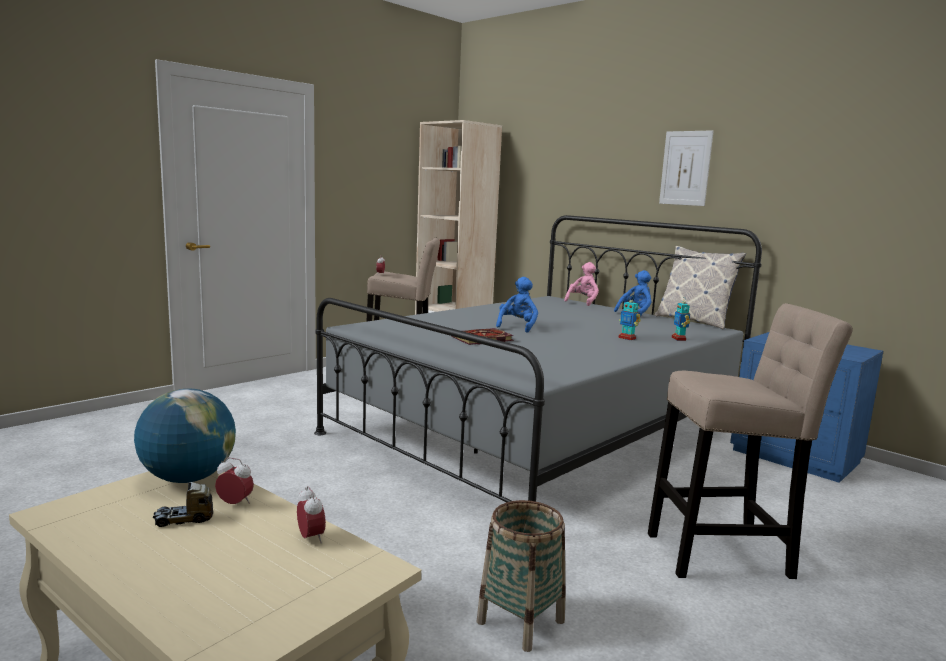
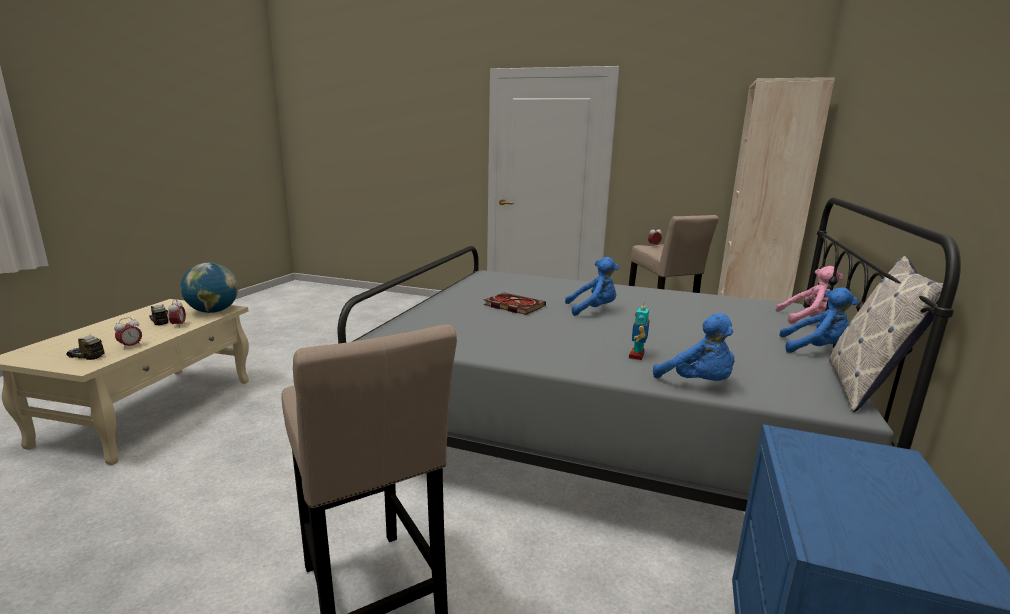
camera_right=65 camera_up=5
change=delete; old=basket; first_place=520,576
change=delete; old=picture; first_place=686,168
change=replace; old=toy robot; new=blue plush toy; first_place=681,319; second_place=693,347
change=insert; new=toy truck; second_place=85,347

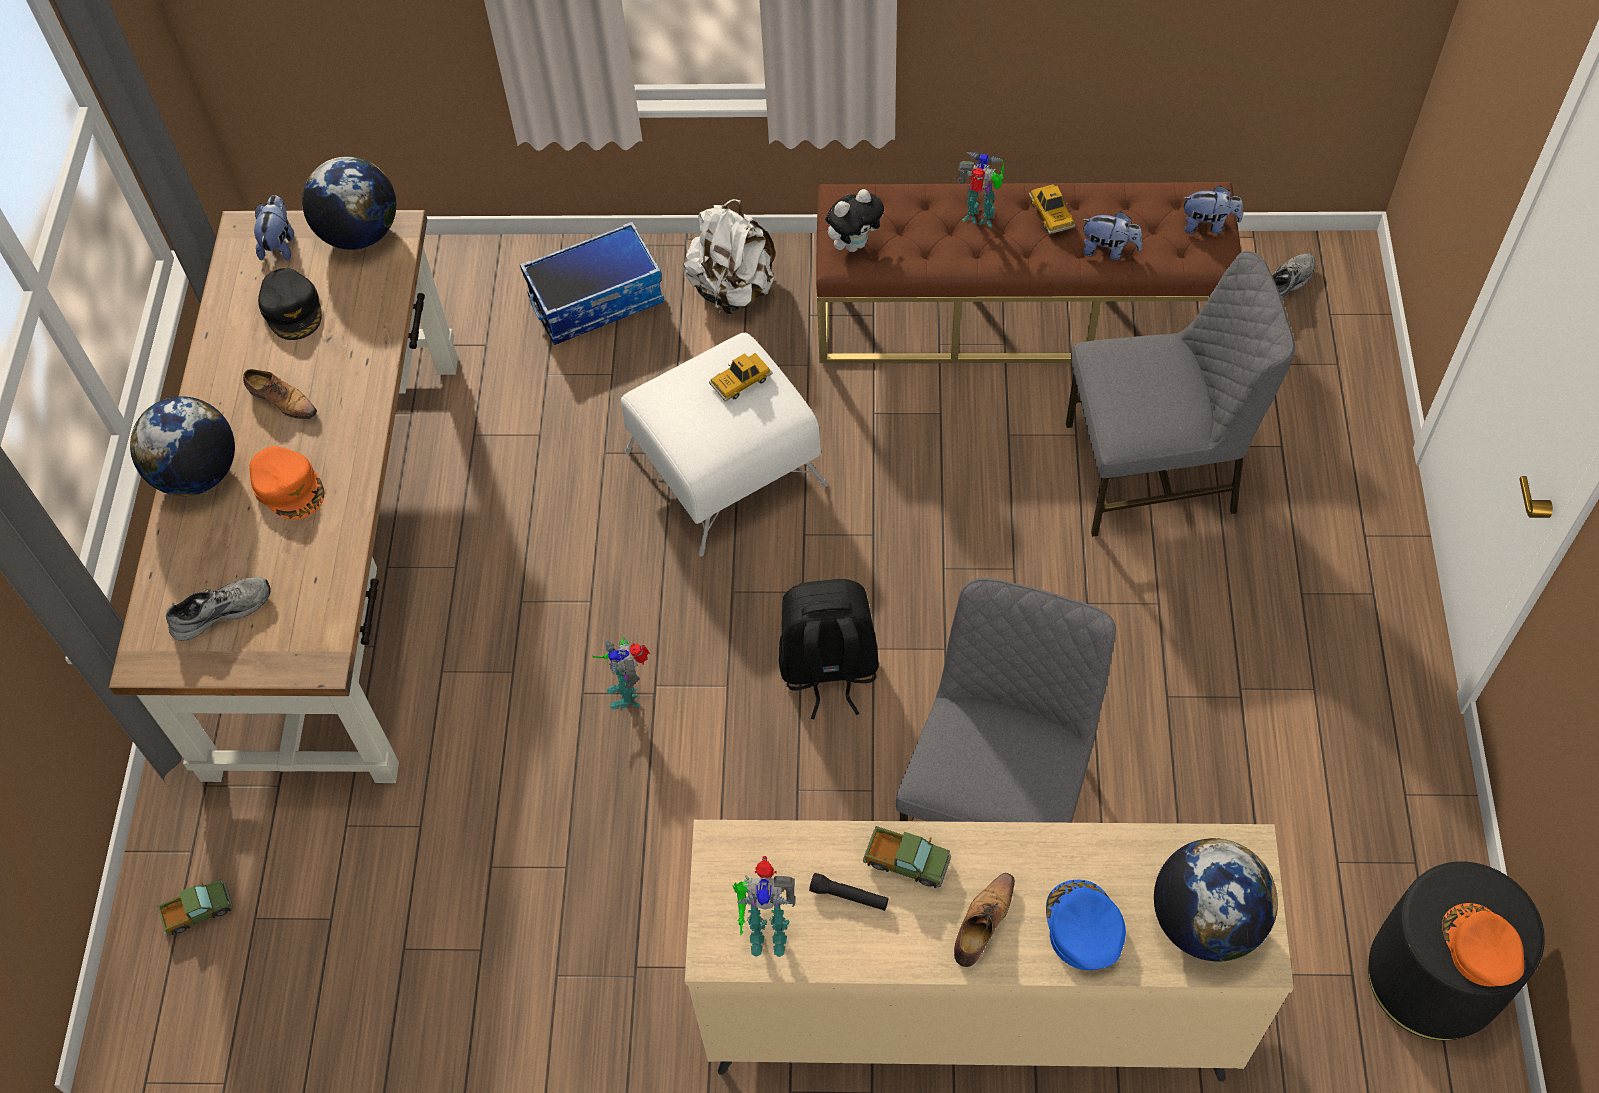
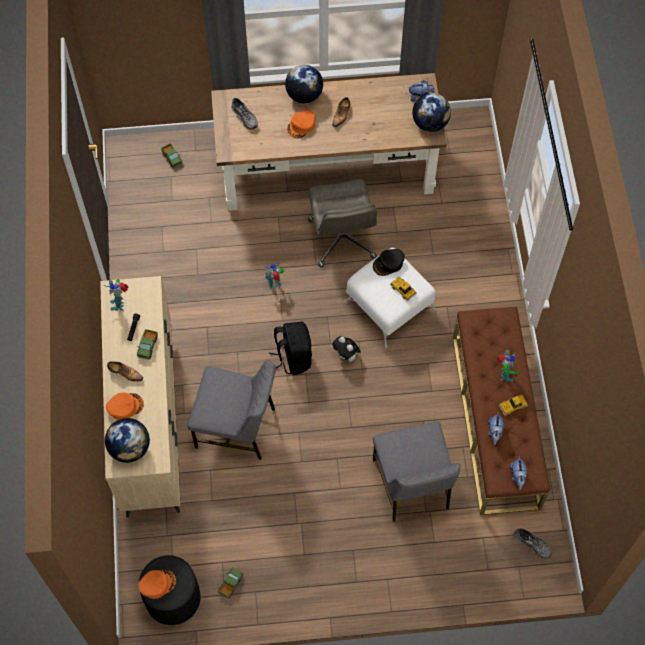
camera_right=80 camera_up=5
change=move; old=black cap; first_place=290,304; second_place=389,262
change=delete; old=storage box; first_place=592,283
change=delete; old=white backpack; first_place=729,256
change=move; old=plush toy; first_place=854,220; second_place=346,349
change=recolor; old=blue cap; new=orange cap; first_place=1086,925; second_place=125,406
change=insert; new=toy truck; second_place=231,583
change=insert; new=grey office chair; second_place=342,223

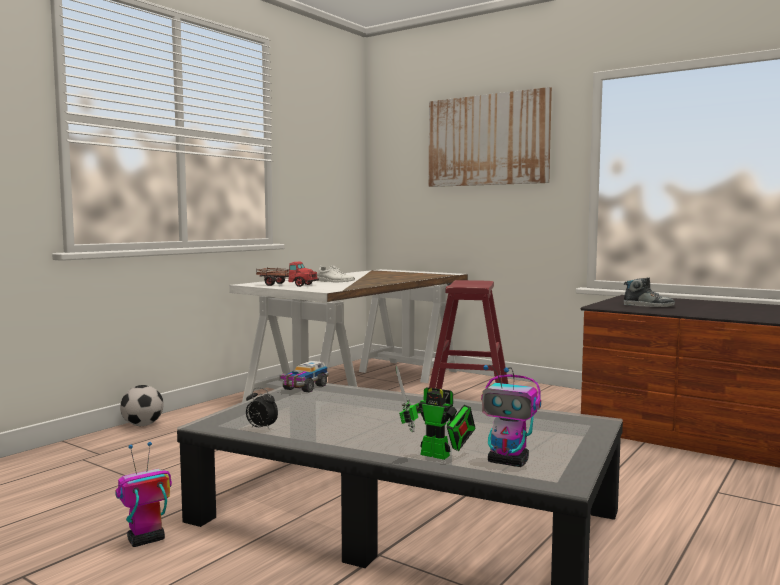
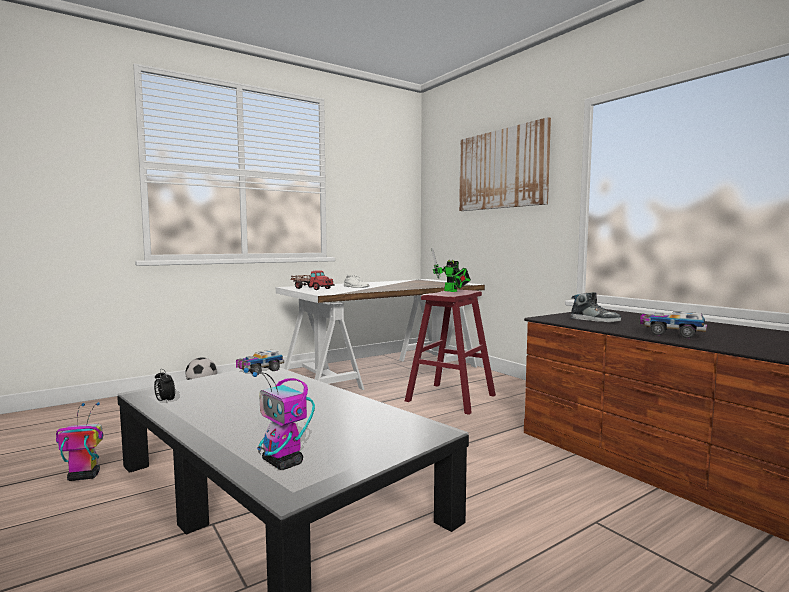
camera_right=20 camera_up=0
change=move; old=toy robot; first_place=435,413; second_place=451,270
change=insert; new=toy truck; second_place=673,324

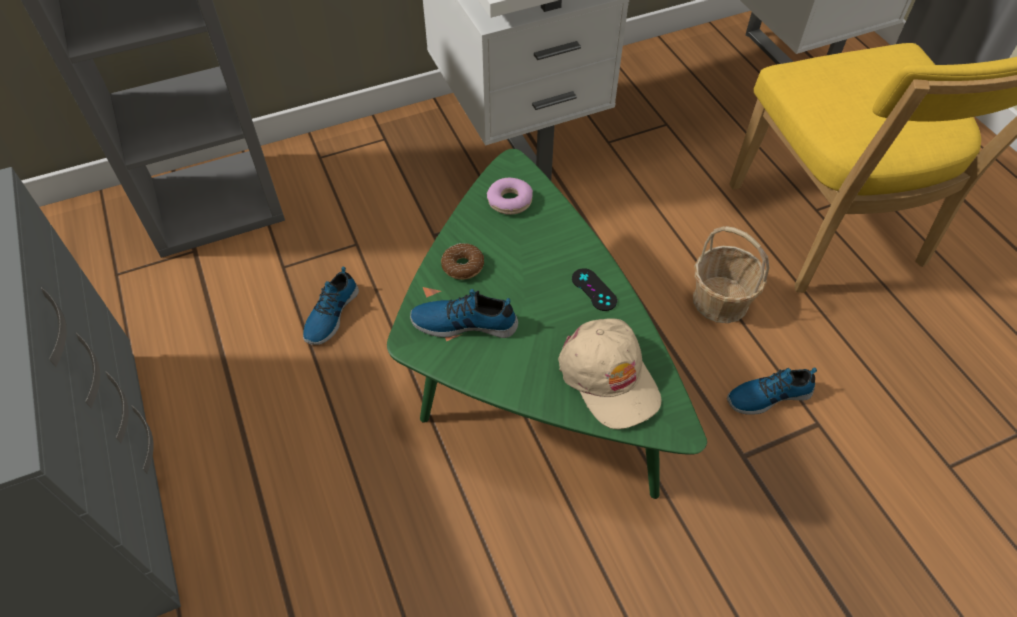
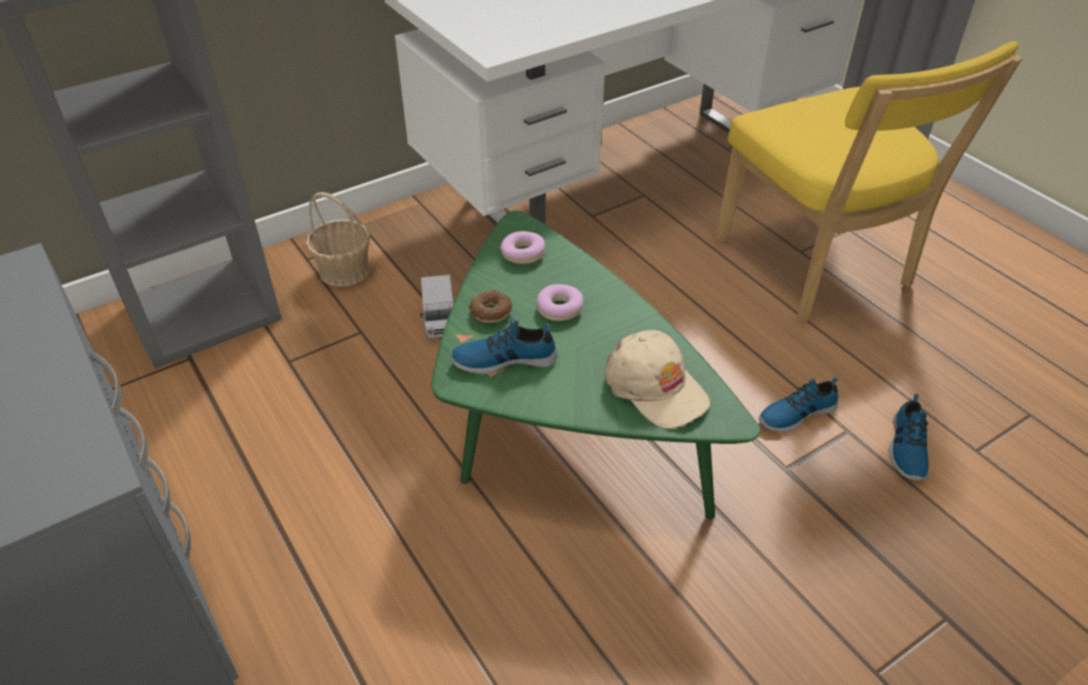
camera_right=-10 camera_up=-10
change=move; old=shoe; first_place=331,306; second_place=909,437
change=delete; old=black game controller; first_place=594,289
change=move; old=basket; first_place=731,274; second_place=338,239
change=insert; new=toy truck; second_place=437,306
change=insert; new=donut; second_place=559,302

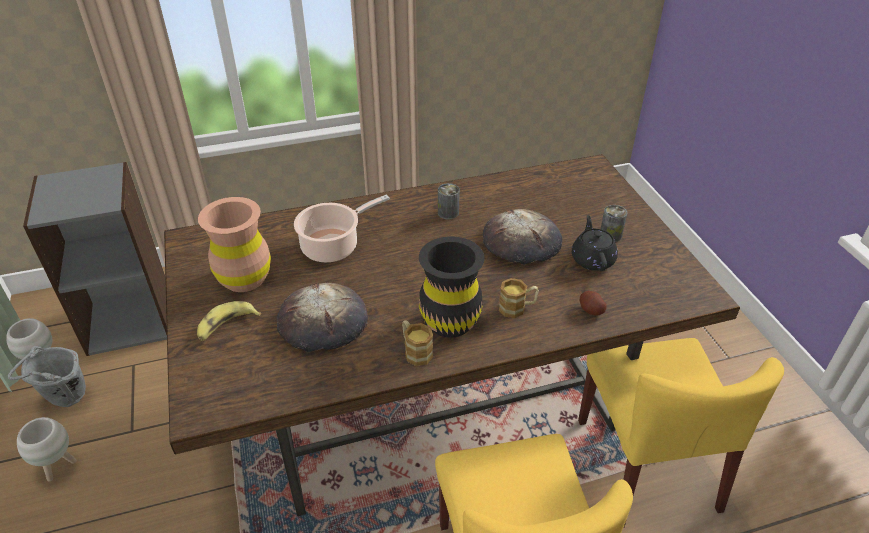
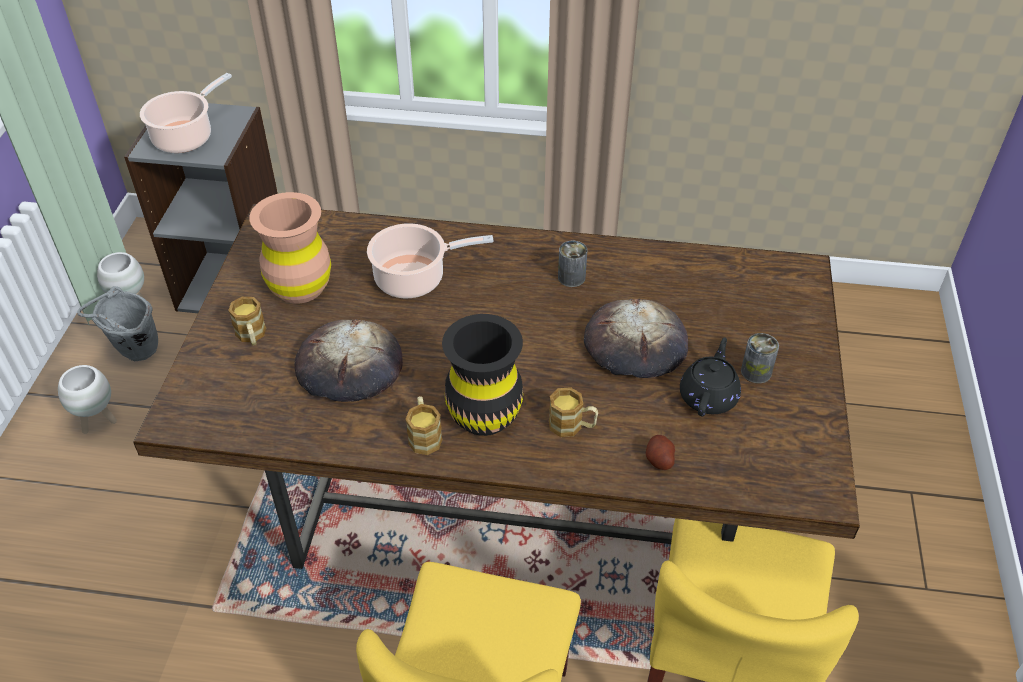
camera_right=25 camera_up=5
change=replace; old=banana; new=mug; first_place=229,321; second_place=247,321
change=insert; new=cooking pot; second_place=186,113

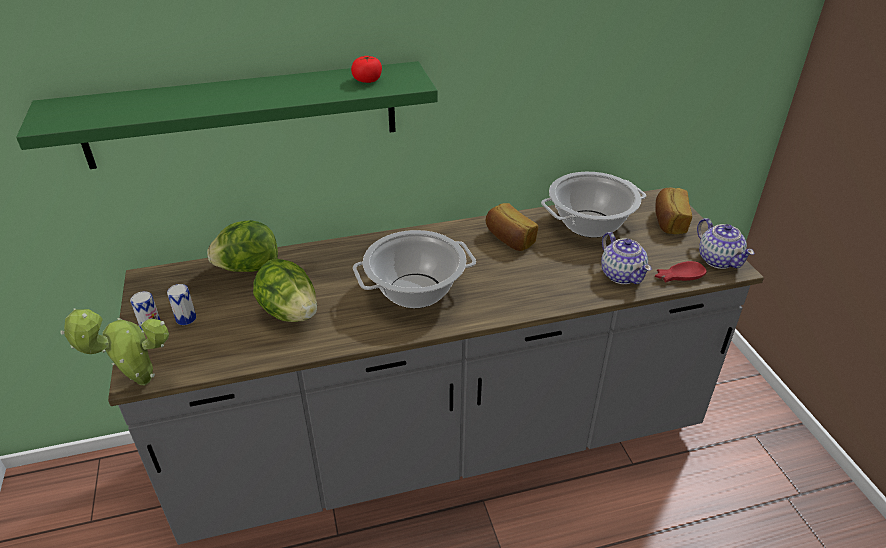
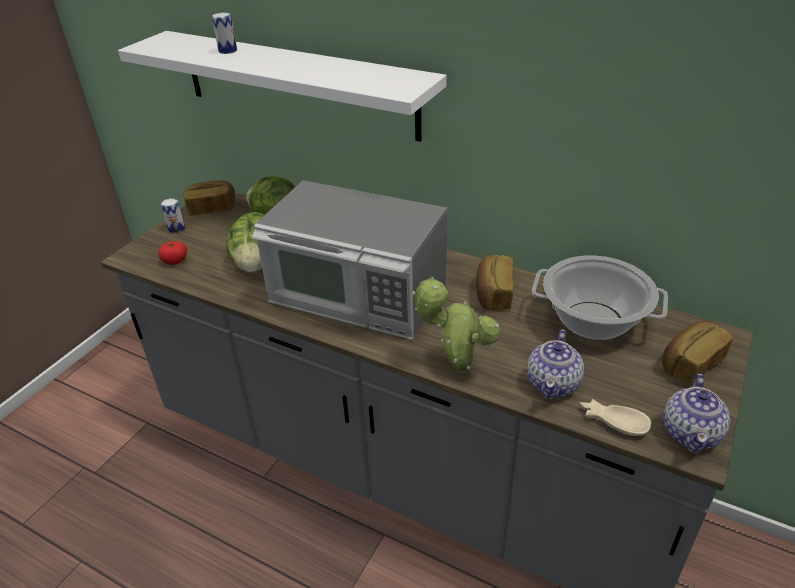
camera_right=45 camera_up=0
change=recolor; old=green shelf; new=white shelf; first_place=227,115; second_place=282,86
change=move; old=potted plant; first_place=115,347; second_place=455,325
change=move; old=can; first_place=181,304; second_place=224,33
change=move; old=tomato; first_place=366,69; second_place=172,253
change=replace; old=cooking pot; new=microwave; first_place=414,269; second_place=349,260
change=recolor; old=red bowl; new=beige bowl; first_place=681,271; second_place=615,417
change=insert; new=bread; second_place=209,198

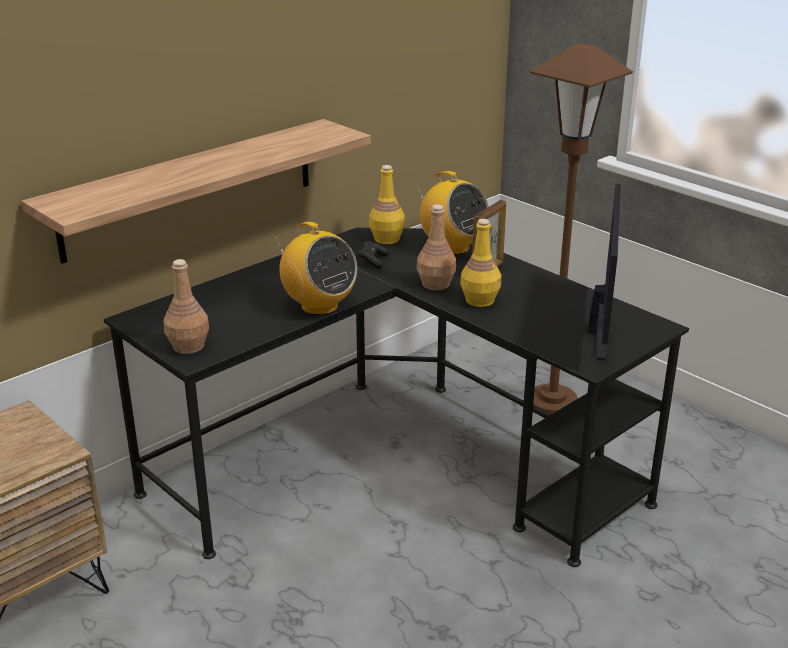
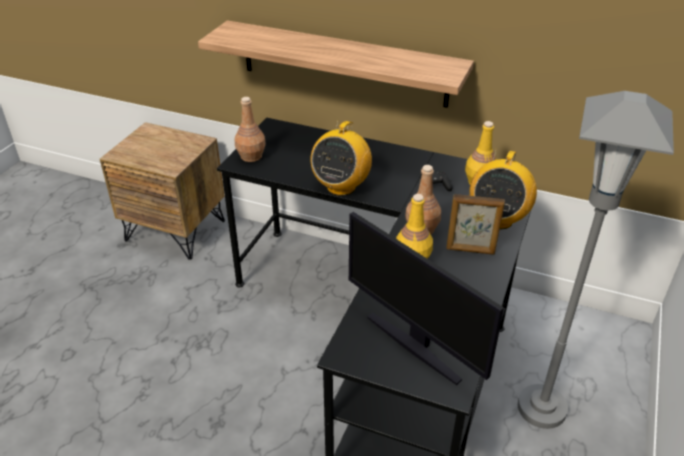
camera_right=65 camera_up=10
change=recolor; old=brown floor lamp; new=grey floor lamp; first_place=581,229; second_place=596,260
change=rotate; old=monitor; first_place=604,272; second_place=426,298; degrees=60

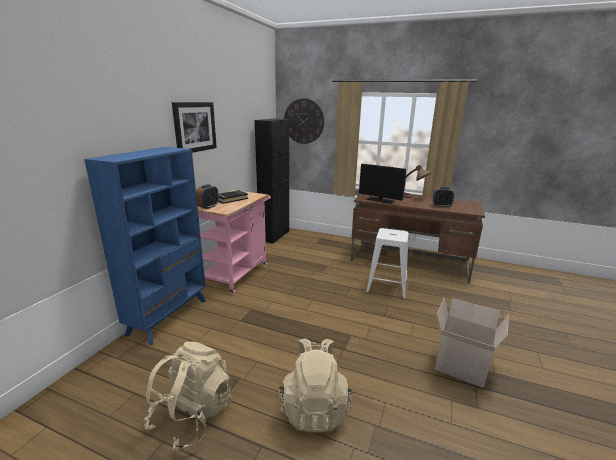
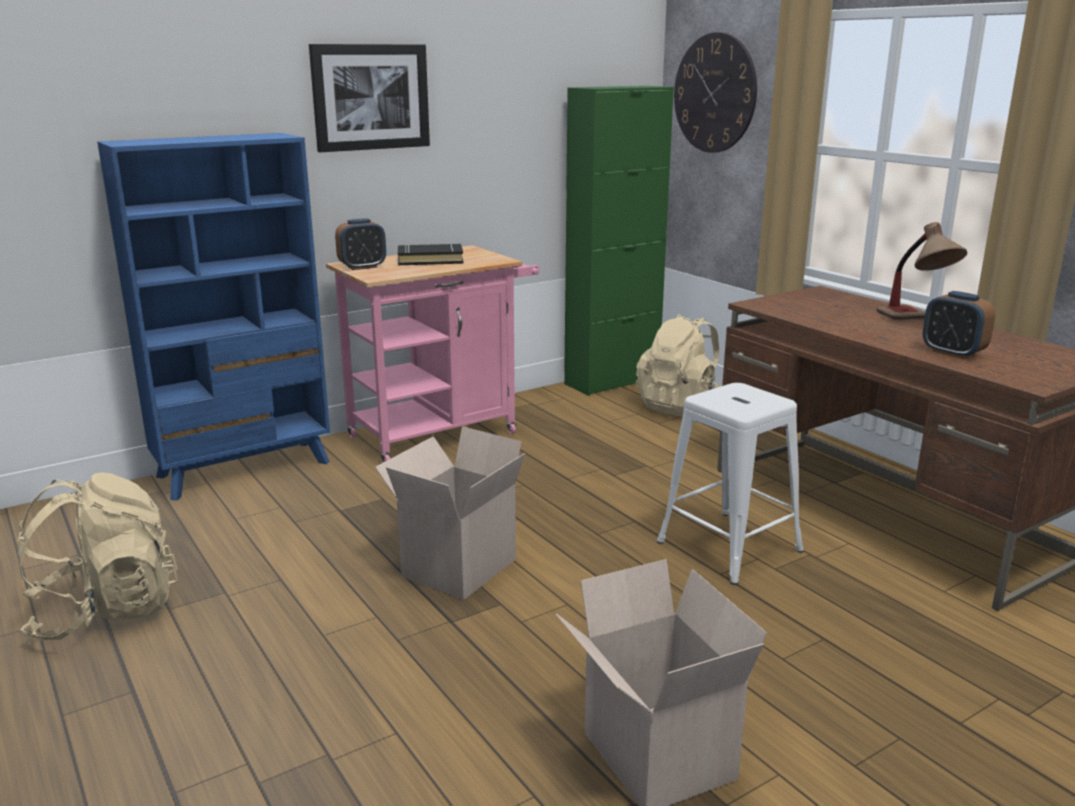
camera_right=35 camera_up=0
change=recolor; old=black cabinet; new=green cabinet; first_place=272,181; second_place=619,241
change=move; old=beige backpack; first_place=315,385; second_place=678,365
change=delete; old=monitor; first_place=382,184
change=insert; new=cardboard box; second_place=450,513

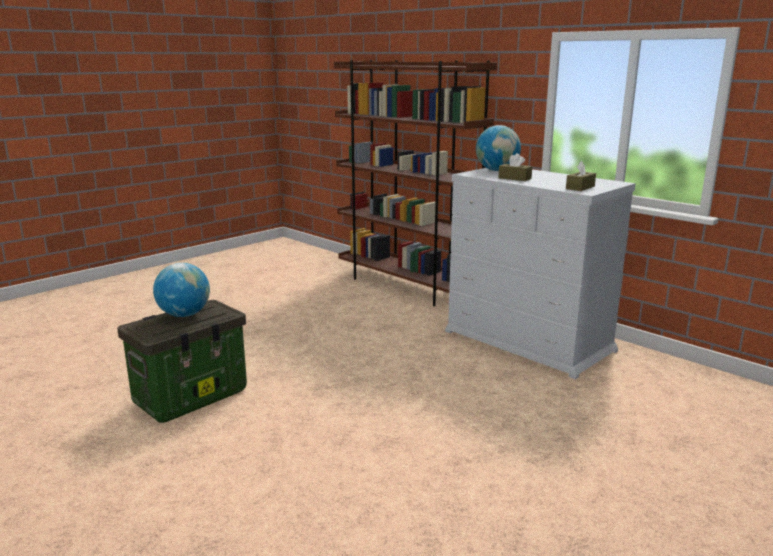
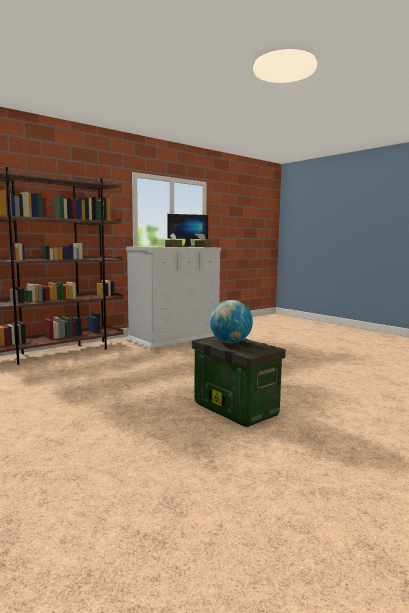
camera_right=-85 camera_up=-10
change=delete; old=globe; first_place=498,148
change=insert; new=monitor; second_place=188,230

